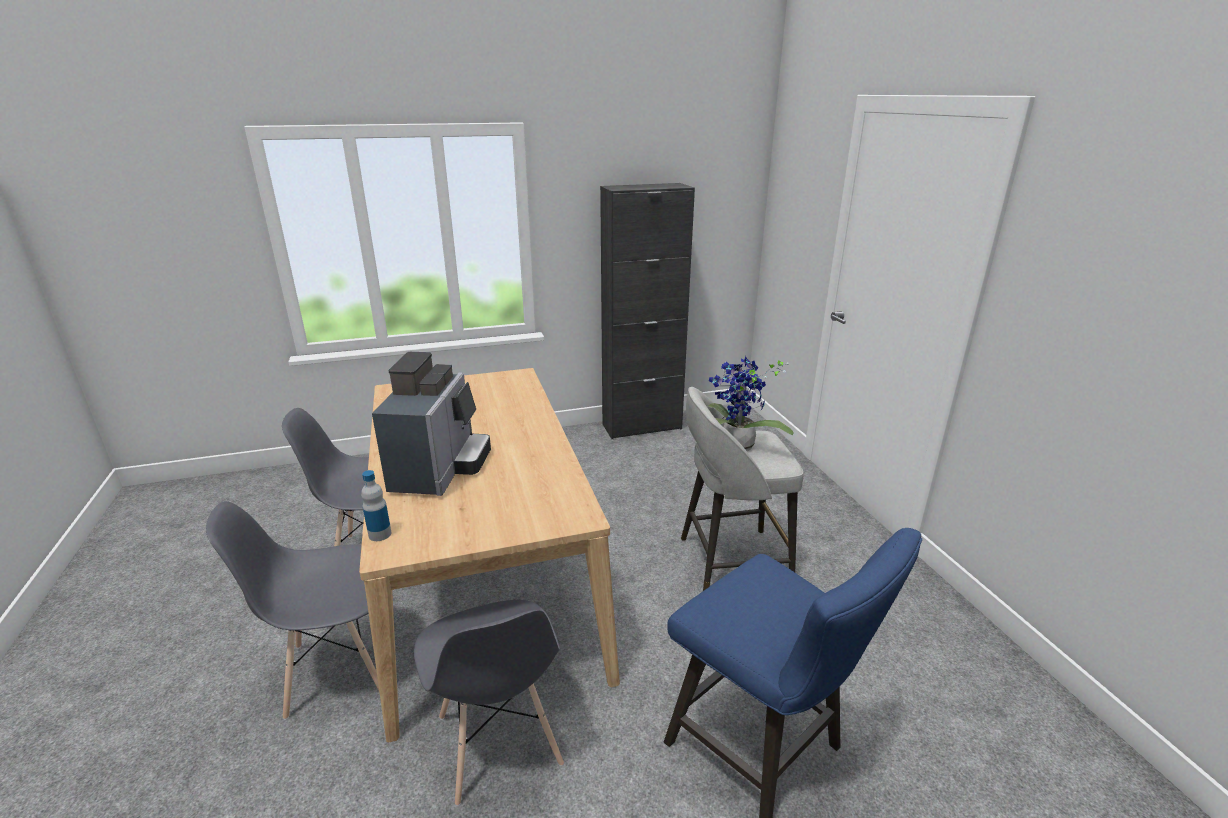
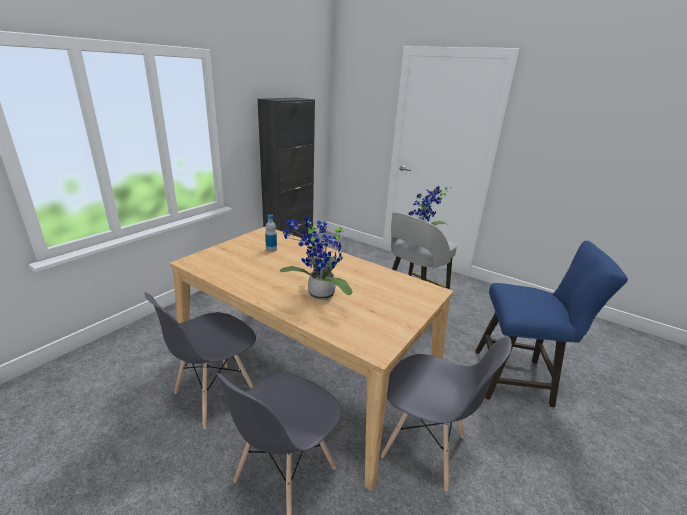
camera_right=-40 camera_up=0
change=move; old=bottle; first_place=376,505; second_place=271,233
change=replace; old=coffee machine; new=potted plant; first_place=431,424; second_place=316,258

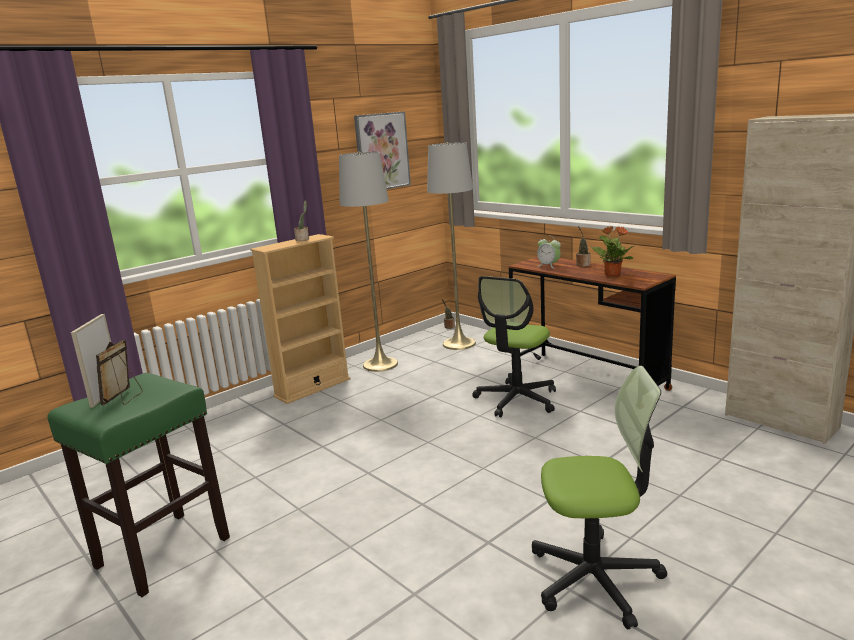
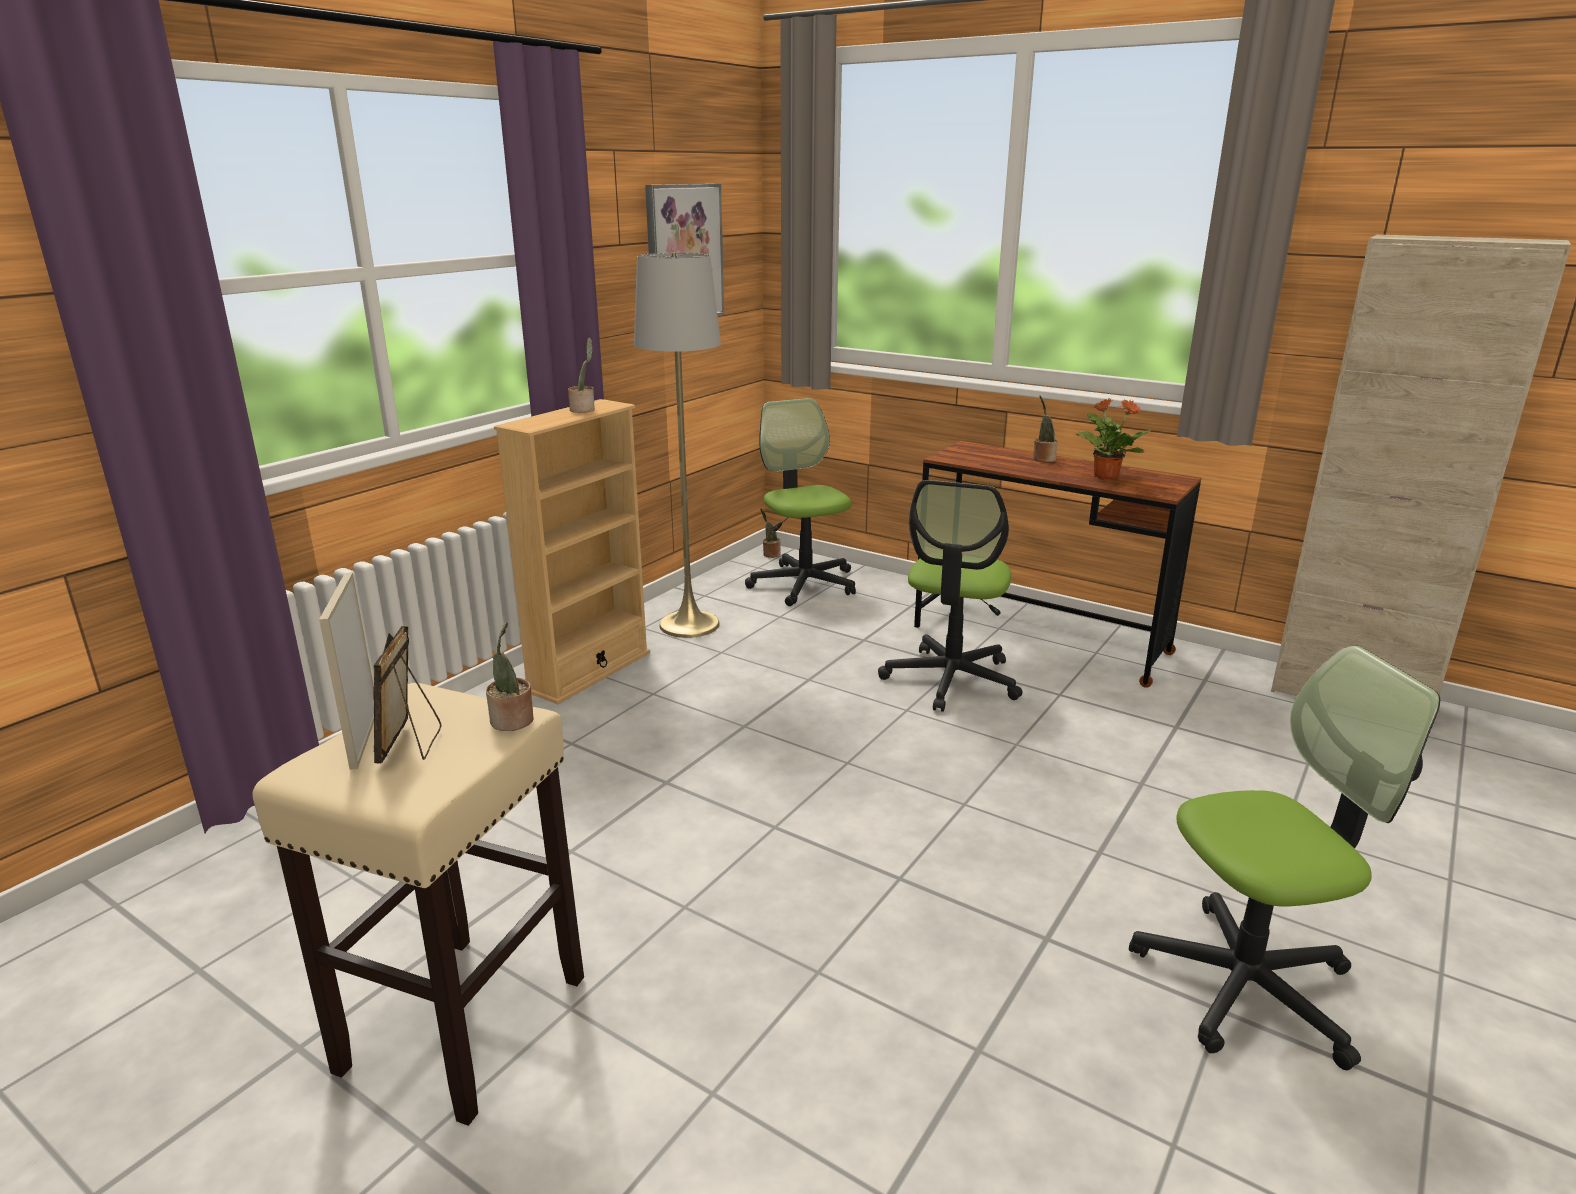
camera_right=-15 camera_up=5
change=recolor; old=green stool; new=beige stool; first_place=138,485; second_place=418,904
change=replace; old=grey floor lamp; new=office chair; first_place=451,246; second_place=800,502
change=delete; old=alarm clock; first_place=549,252
change=insert; new=potted plant; second_place=509,676

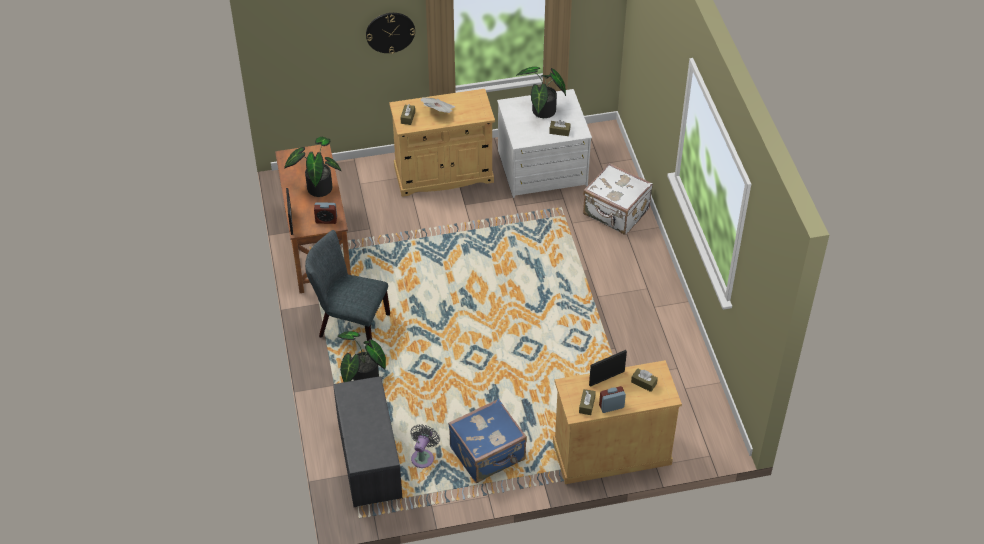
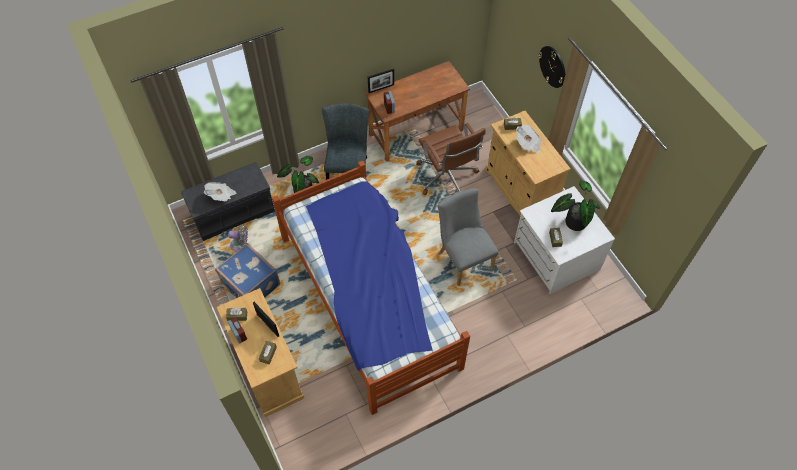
camera_right=75 camera_up=10
change=delete; old=potted plant; first_place=312,167
change=delete; old=white suitcase; first_place=618,199
change=insert; new=newspaper; second_place=220,191
change=insert; new=bed; second_place=371,288
change=insert; new=brown office chair; second_place=451,159
change=insert; new=grey chair; second_place=468,237

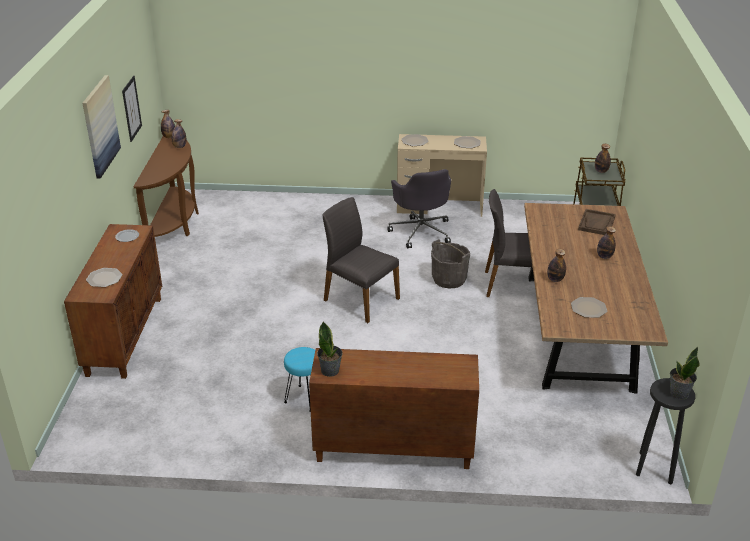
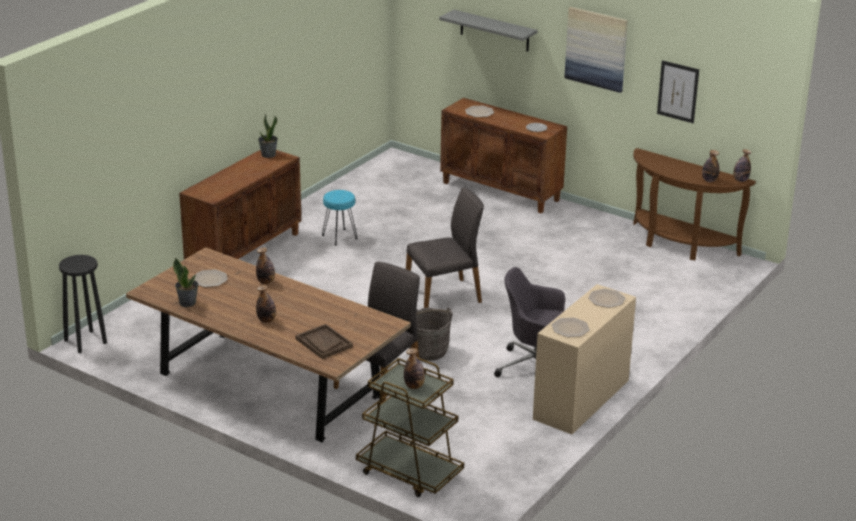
camera_right=120 camera_up=-5
change=move; old=potted plant; first_place=684,373; second_place=185,282
change=insert; new=grey shelf; second_place=488,31

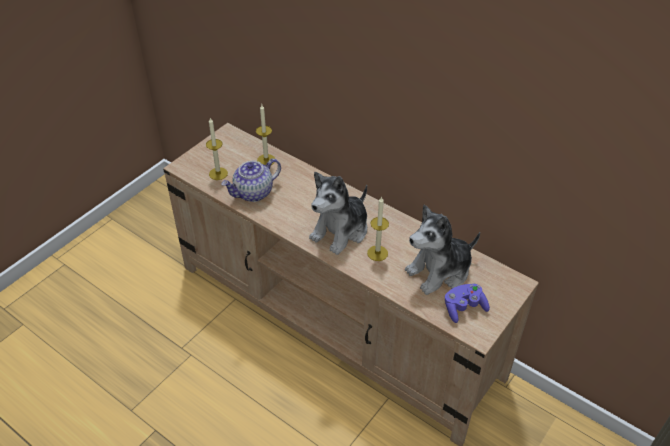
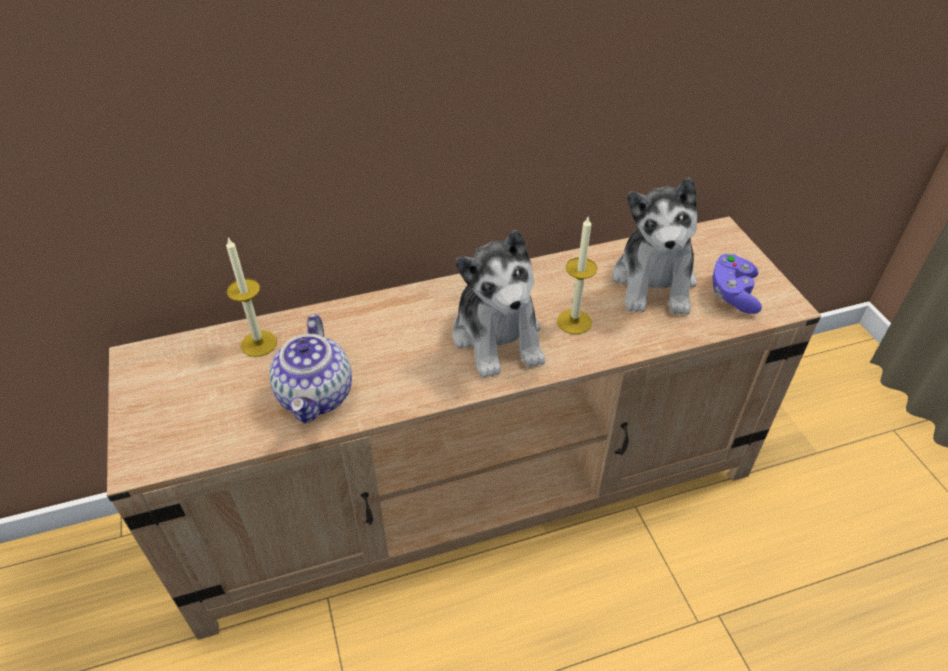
camera_right=-55 camera_up=0
change=delete; old=candle; first_place=217,149

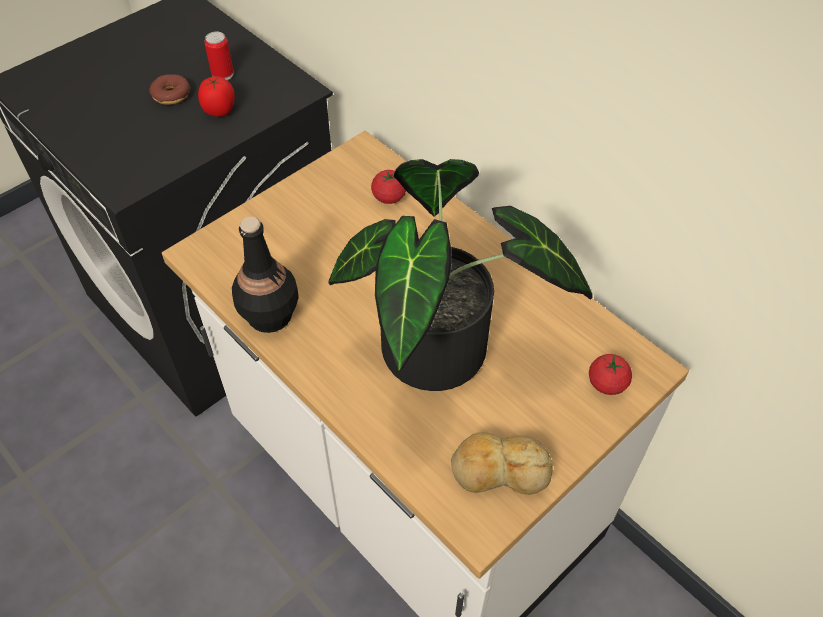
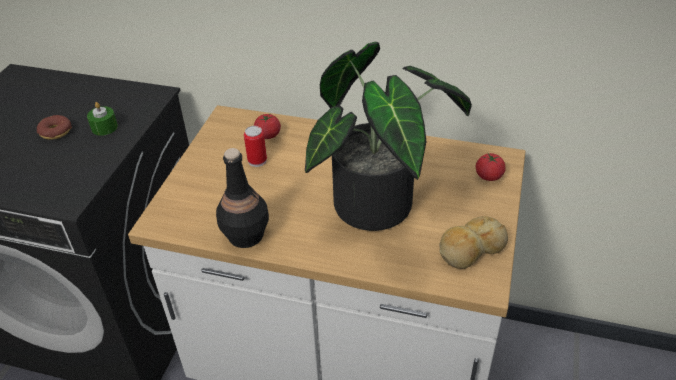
camera_right=-30 camera_up=-10
change=replace; old=tomato; new=green candle; first_place=216,96; second_place=102,119
change=move; old=can; first_place=219,56; second_place=255,146

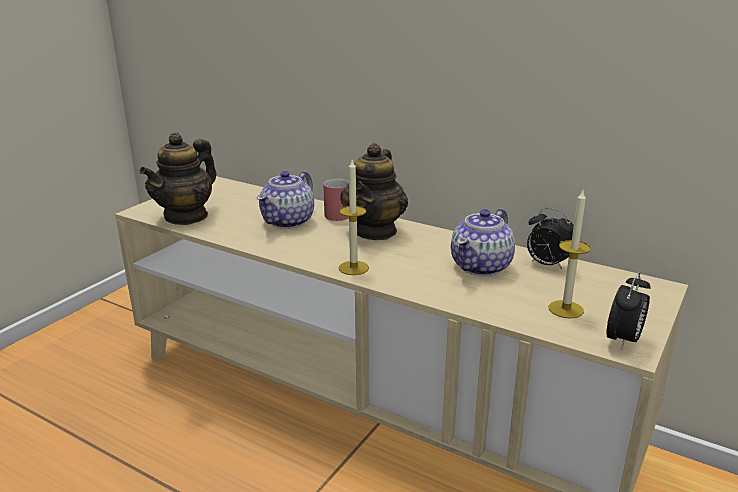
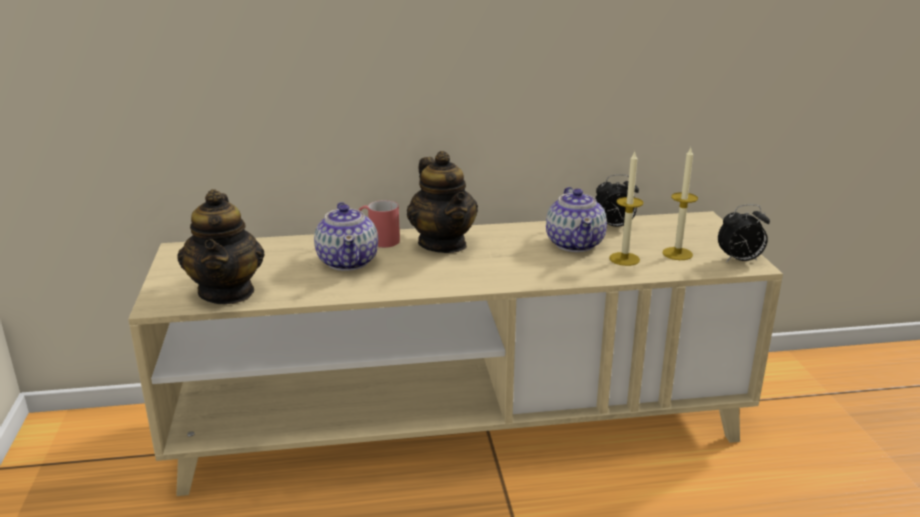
camera_right=-40 camera_up=0
change=move; old=candle; first_place=354,217; second_place=626,209
change=rotate; old=alarm clock; first_place=628,311; second_place=744,233; degrees=90

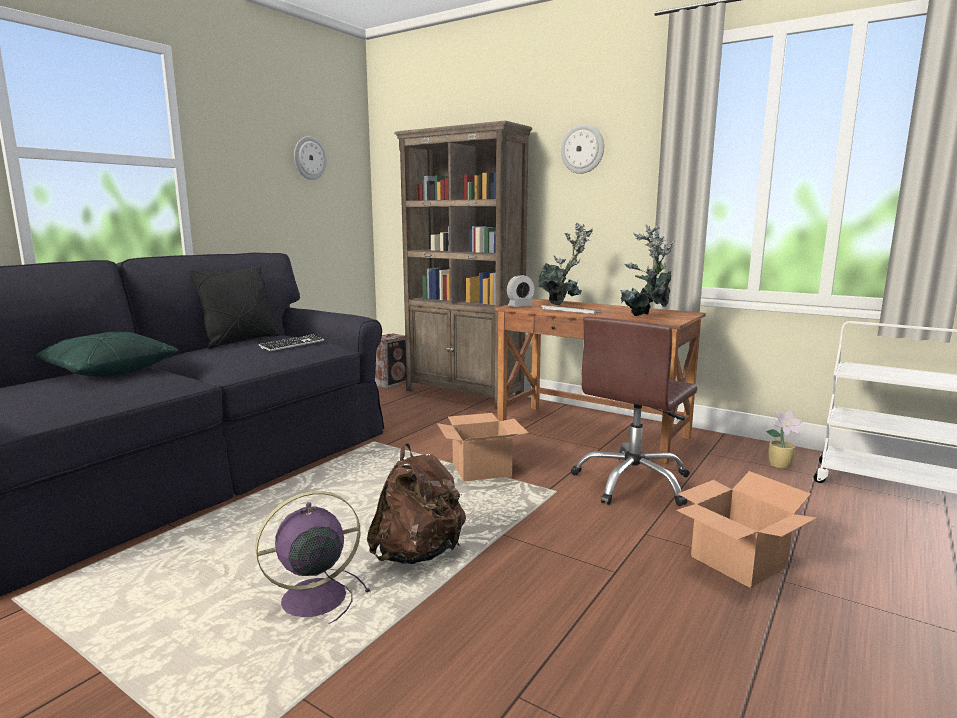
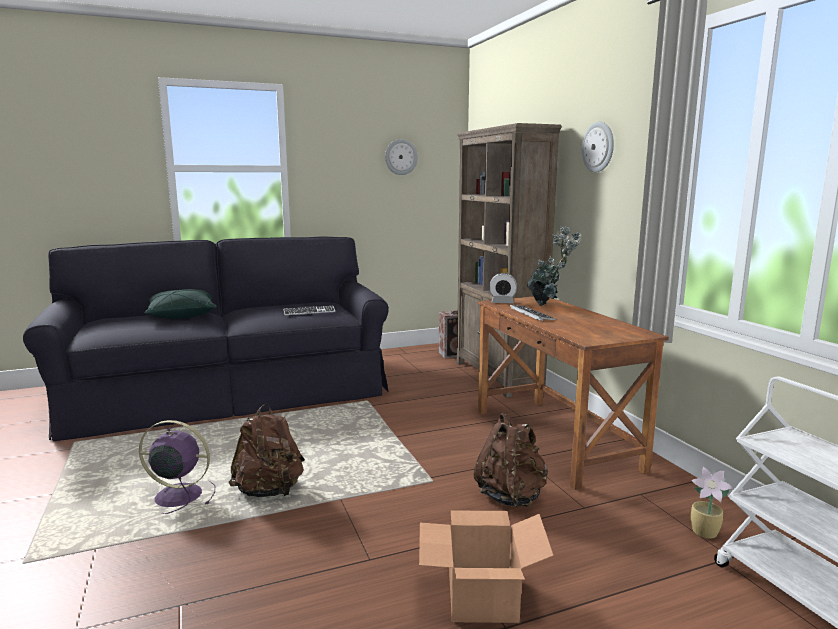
camera_right=35 camera_up=0
change=delete; old=black pillow; first_place=234,307
change=delete; old=cardboard box; first_place=482,447
change=replace; old=brown office chair; new=brown backpack; first_place=634,411; second_place=511,460
change=delete; old=potted plant; first_place=647,270

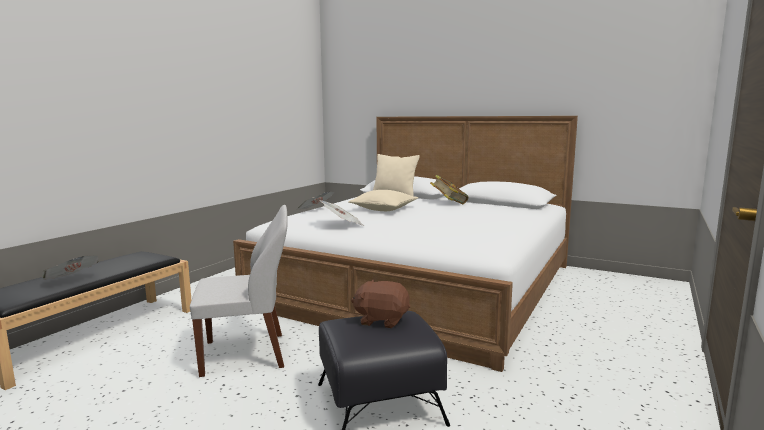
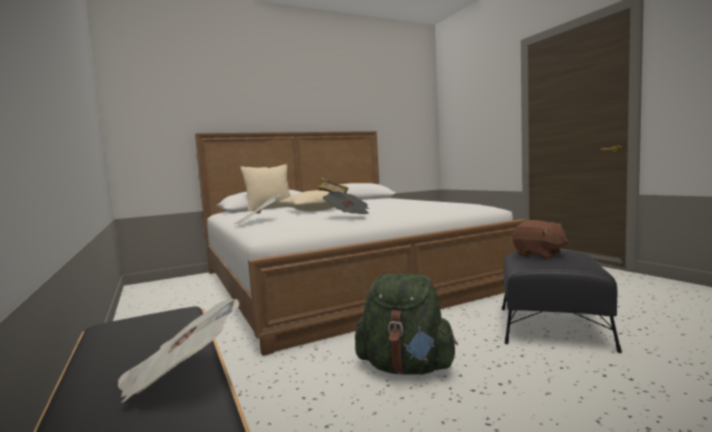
camera_right=-55 camera_up=-5
change=replace; old=white chair; new=green backpack; first_place=238,291; second_place=406,324
change=rotate; old=brown plush toy; first_place=380,304; second_place=541,239; degrees=-90

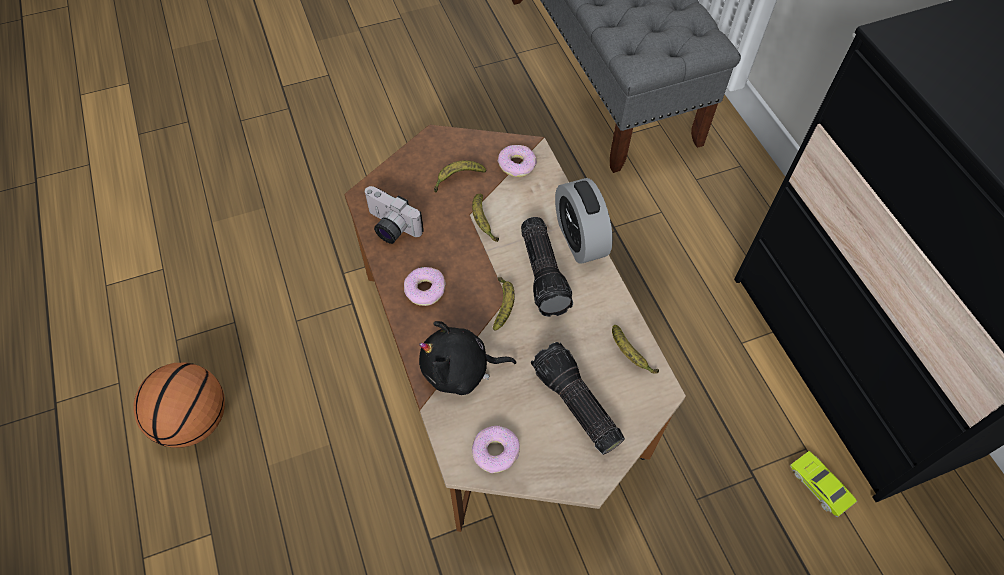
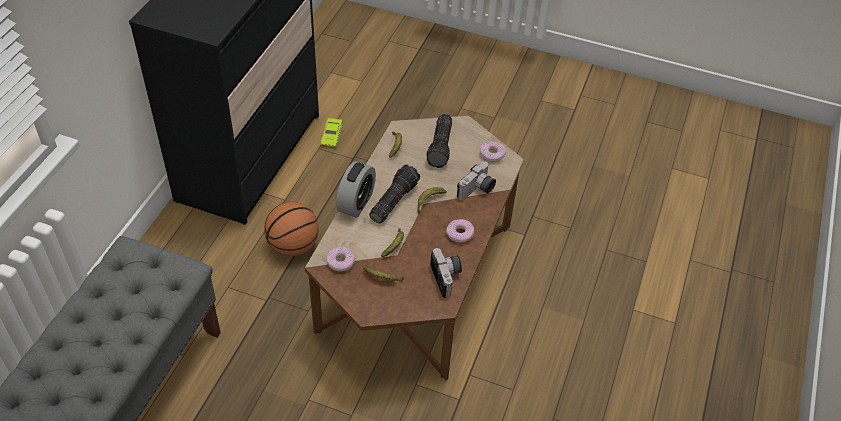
camera_right=-140 camera_up=-10
change=move; old=basketball; first_place=179,405; second_place=291,229
change=replace; old=black plush toy; new=photo camera; first_place=468,358; second_place=476,180

